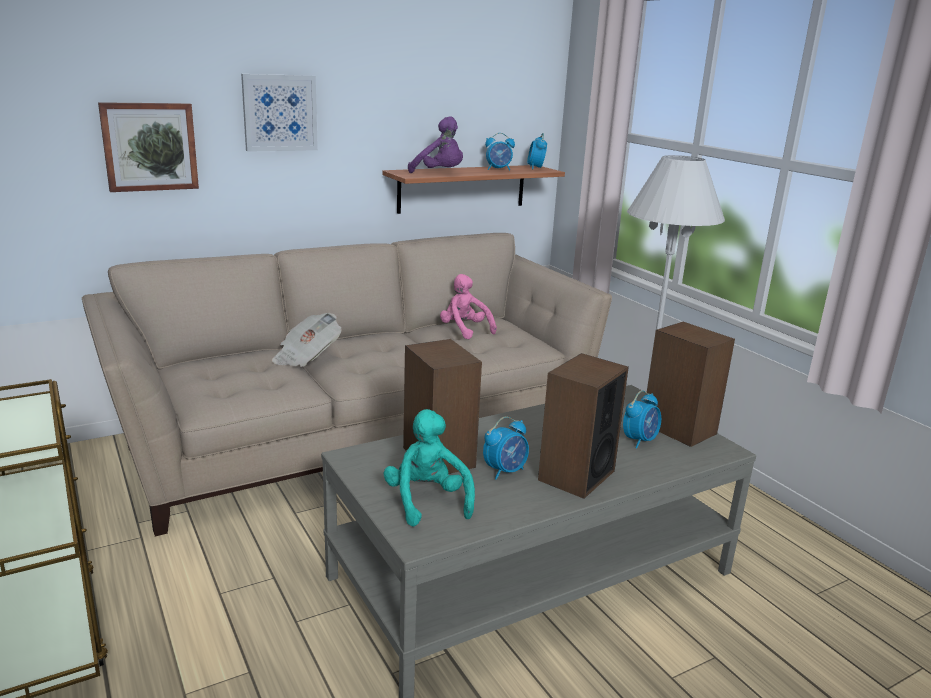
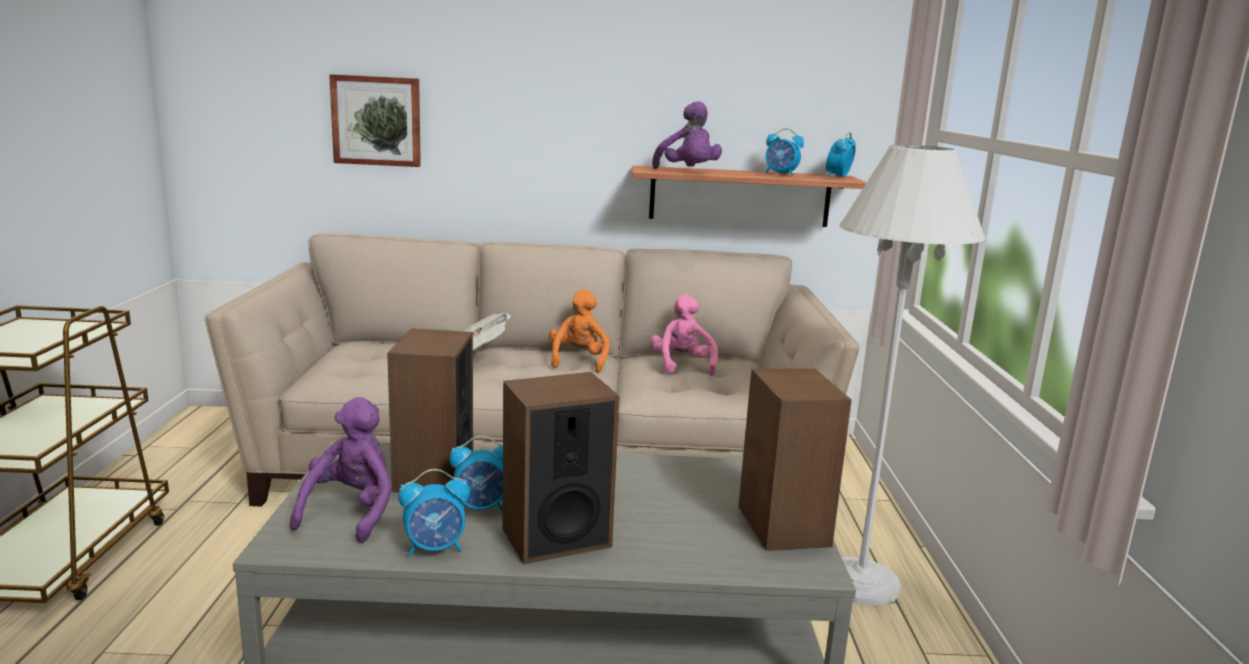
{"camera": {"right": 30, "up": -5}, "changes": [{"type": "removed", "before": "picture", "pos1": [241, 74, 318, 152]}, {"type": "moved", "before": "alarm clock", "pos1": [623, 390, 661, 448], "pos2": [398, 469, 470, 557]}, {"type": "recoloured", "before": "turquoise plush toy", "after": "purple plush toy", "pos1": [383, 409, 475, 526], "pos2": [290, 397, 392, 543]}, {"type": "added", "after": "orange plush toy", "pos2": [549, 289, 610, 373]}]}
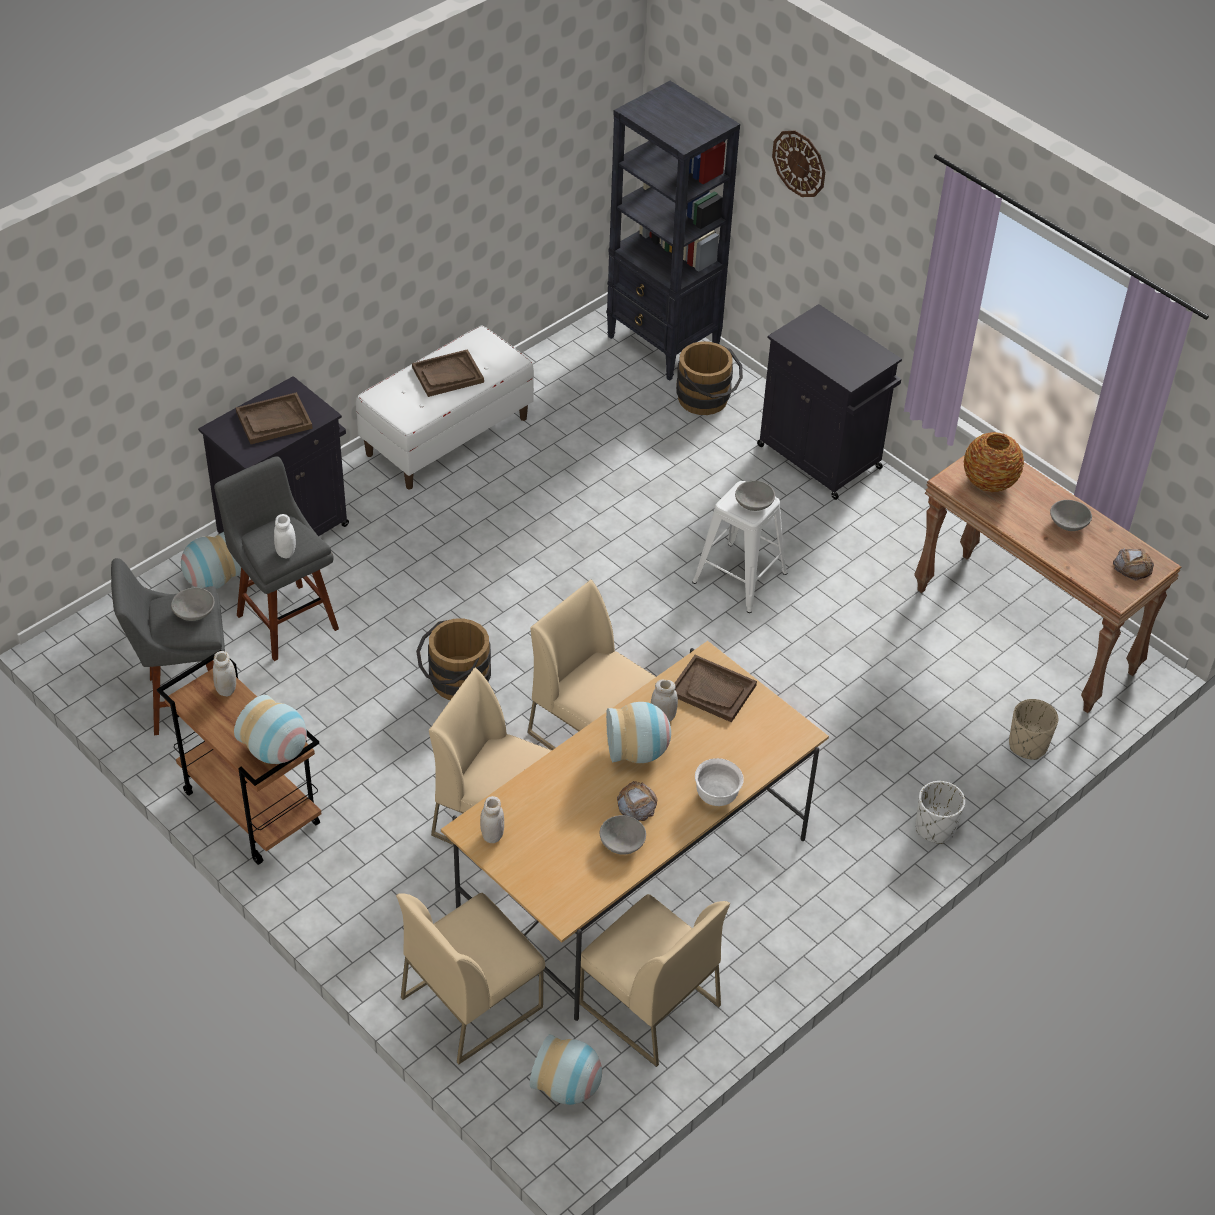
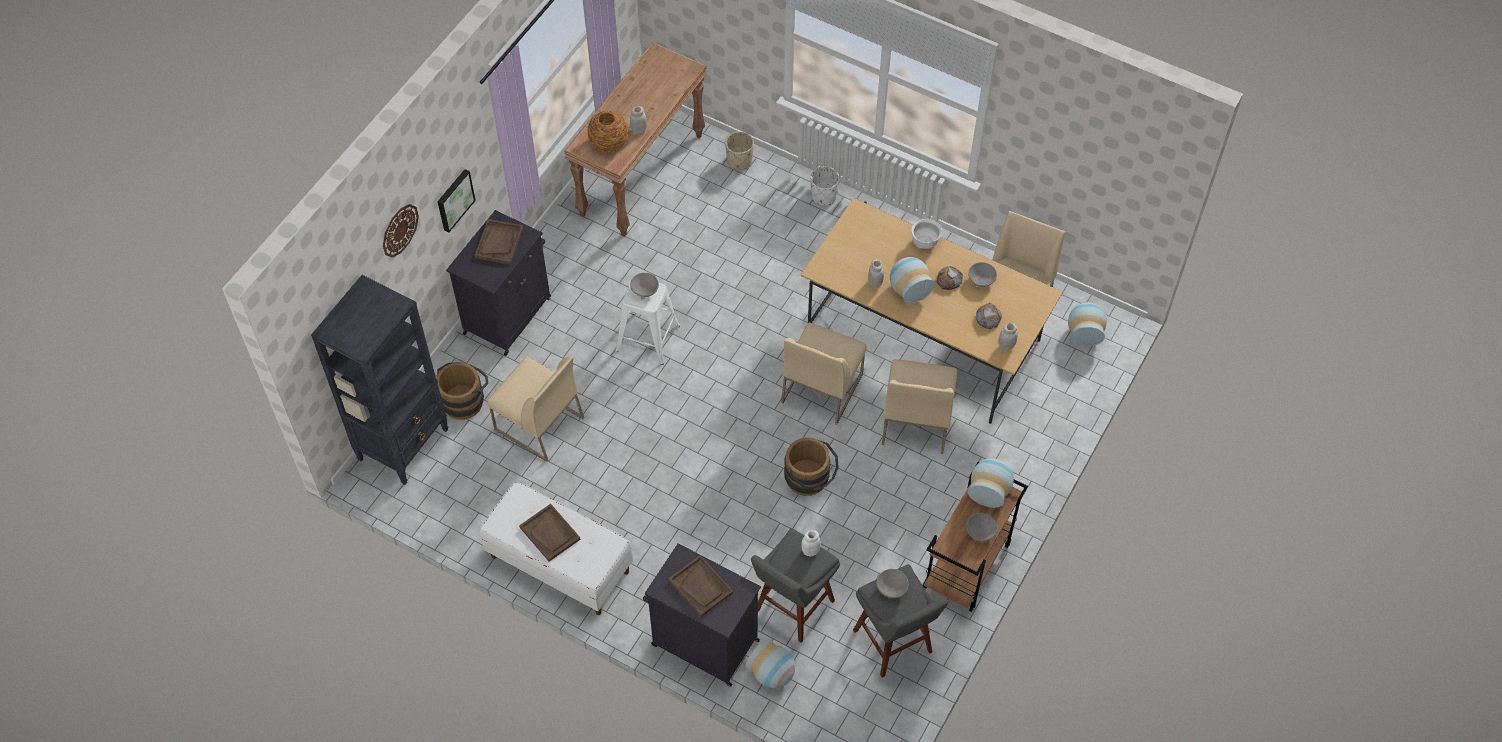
{"camera": {"right": -105, "up": 10}, "changes": [{"type": "moved", "before": "grey bowl", "pos1": [1050, 500, 1092, 531], "pos2": [966, 513, 998, 541]}, {"type": "moved", "before": "bread", "pos1": [1113, 548, 1154, 581], "pos2": [976, 303, 1002, 329]}, {"type": "moved", "before": "white jar", "pos1": [213, 651, 236, 697], "pos2": [630, 106, 647, 134]}, {"type": "moved", "before": "brown tray", "pos1": [675, 655, 757, 722], "pos2": [475, 219, 523, 265]}, {"type": "moved", "before": "beige chair", "pos1": [396, 893, 545, 1064], "pos2": [487, 356, 584, 462]}, {"type": "added", "after": "picture", "pos2": [437, 169, 476, 233]}]}
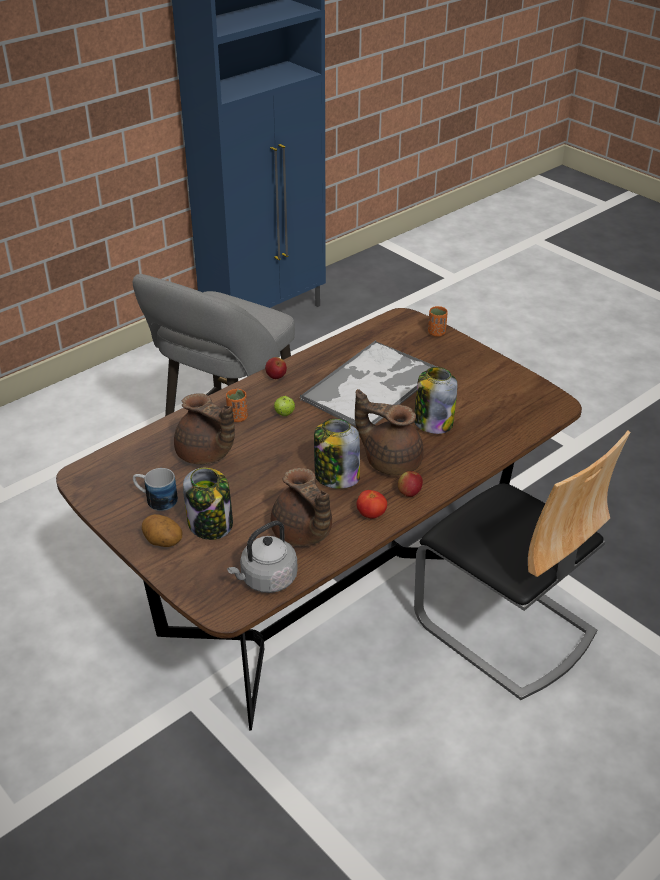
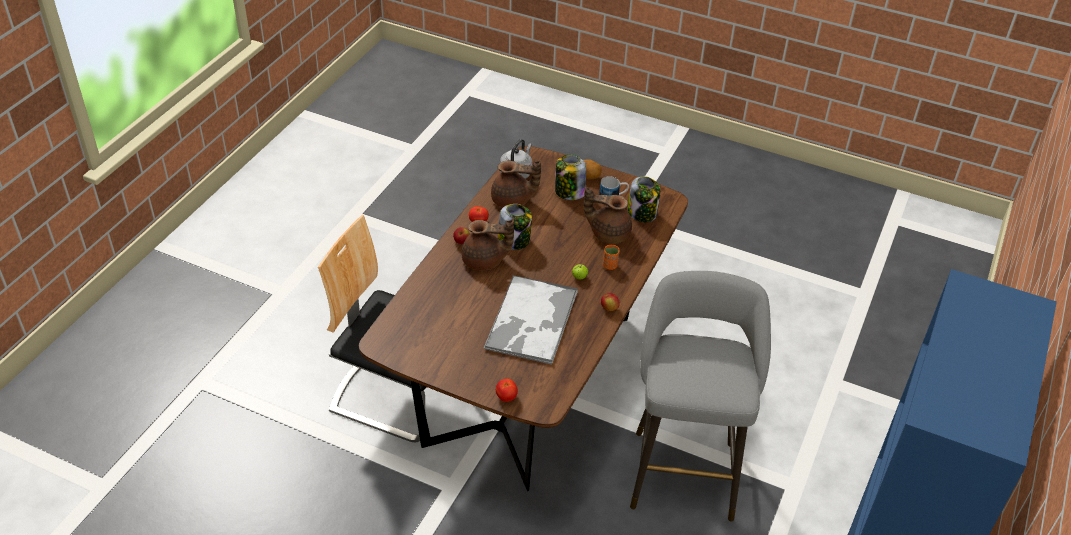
{"camera": {"right": 155, "up": 5}, "changes": [{"type": "replaced", "before": "orange cup", "after": "tomato", "pos1": [428, 306, 448, 337], "pos2": [496, 379, 518, 402]}, {"type": "moved", "before": "jar", "pos1": [414, 367, 458, 434], "pos2": [628, 176, 660, 222]}, {"type": "turned", "before": "brown teapot", "pos1": [271, 468, 332, 546], "pos2": [491, 161, 541, 207], "turn": 150}]}
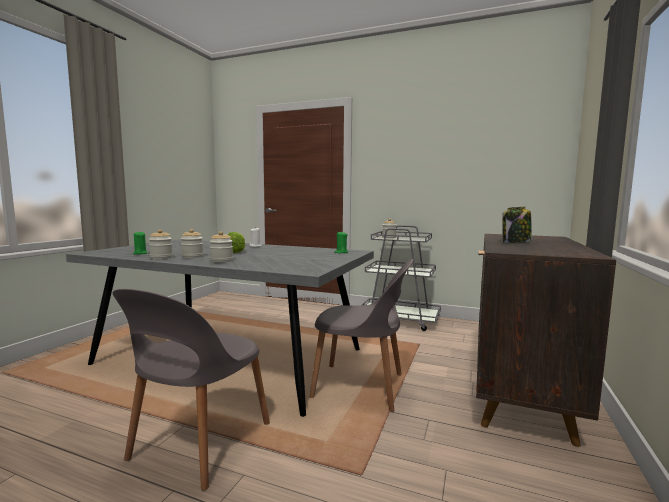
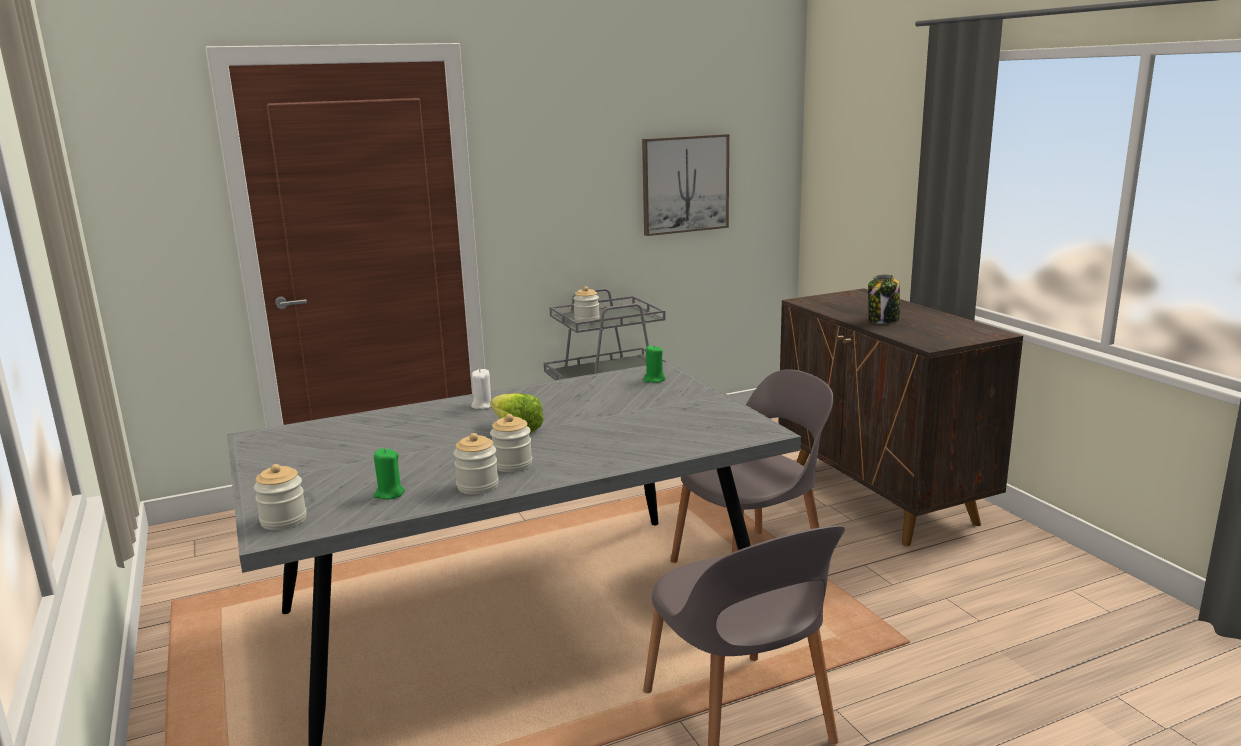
{"camera": {"right": -45, "up": 10}, "changes": [{"type": "moved", "before": "jar", "pos1": [210, 231, 233, 263], "pos2": [254, 464, 307, 530]}, {"type": "added", "after": "picture", "pos2": [642, 134, 729, 236]}]}
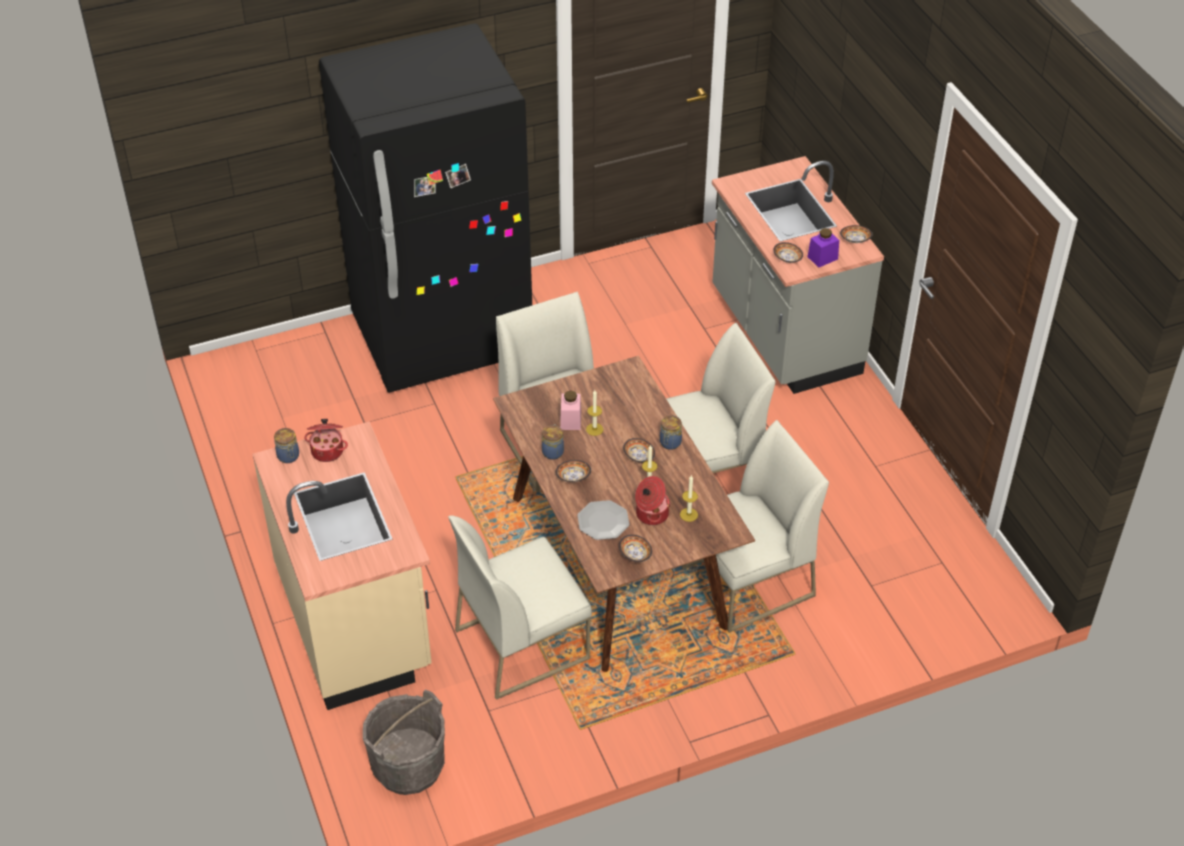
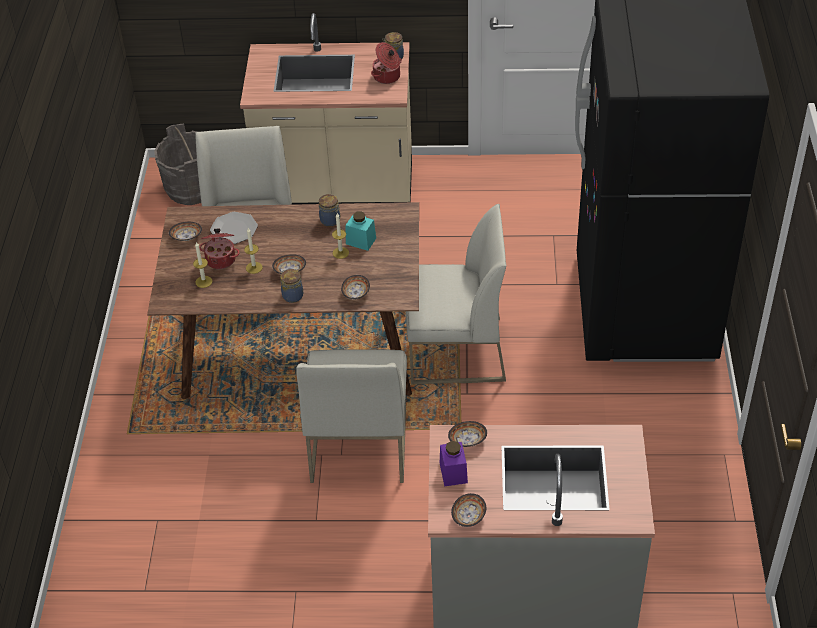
{"camera": {"right": 115, "up": 0}, "changes": [{"type": "recoloured", "before": "pink jar", "after": "turquoise jar", "pos1": [560, 390, 581, 430], "pos2": [345, 212, 376, 251]}, {"type": "removed", "before": "white chair", "pos1": [682, 420, 829, 633]}, {"type": "moved", "before": "bowl", "pos1": [555, 460, 591, 482], "pos2": [341, 275, 370, 300]}]}
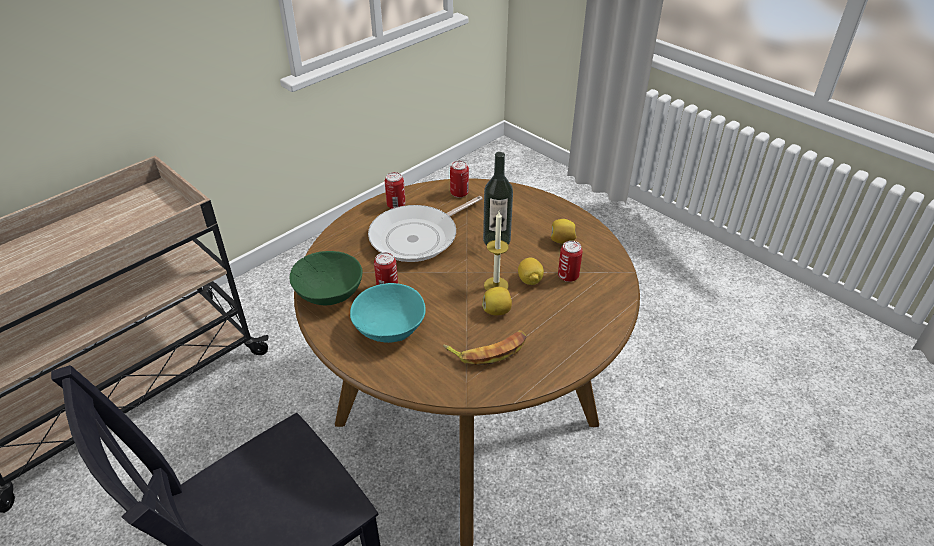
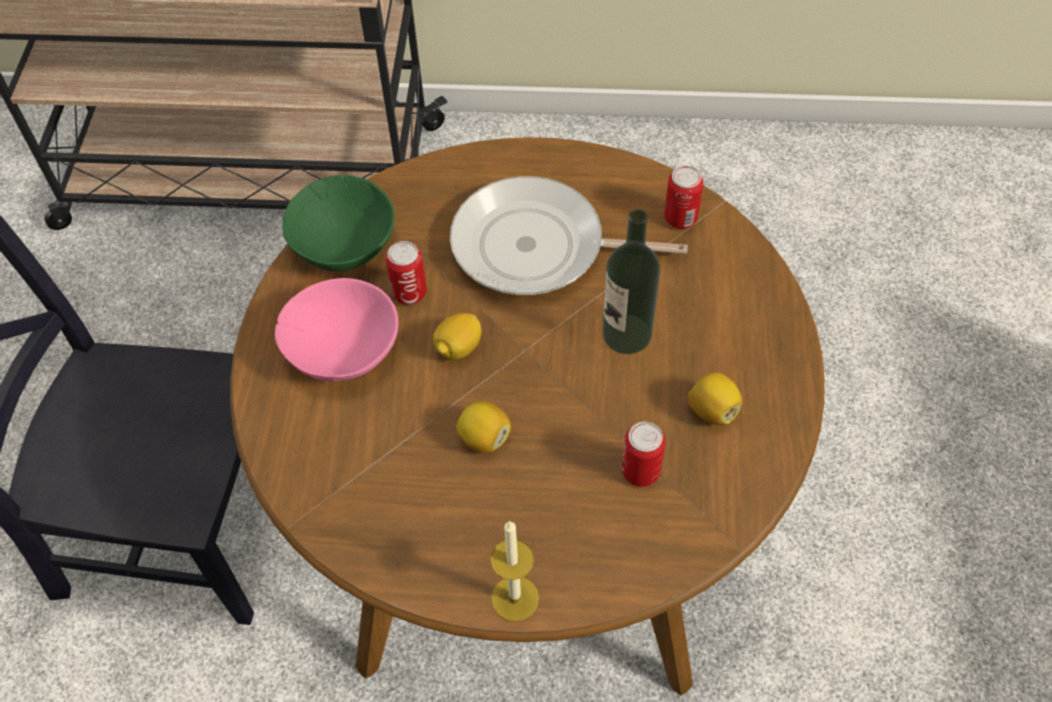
{"camera": {"right": 50, "up": 15}, "changes": [{"type": "removed", "before": "can", "pos1": [385, 172, 405, 209]}, {"type": "moved", "before": "candle", "pos1": [484, 212, 509, 290], "pos2": [490, 521, 539, 622]}, {"type": "moved", "before": "lemon", "pos1": [518, 258, 544, 285], "pos2": [433, 313, 482, 359]}, {"type": "recoloured", "before": "turquoise bowl", "after": "pink bowl", "pos1": [350, 283, 426, 343], "pos2": [275, 278, 398, 381]}, {"type": "removed", "before": "banana", "pos1": [443, 330, 526, 365]}]}
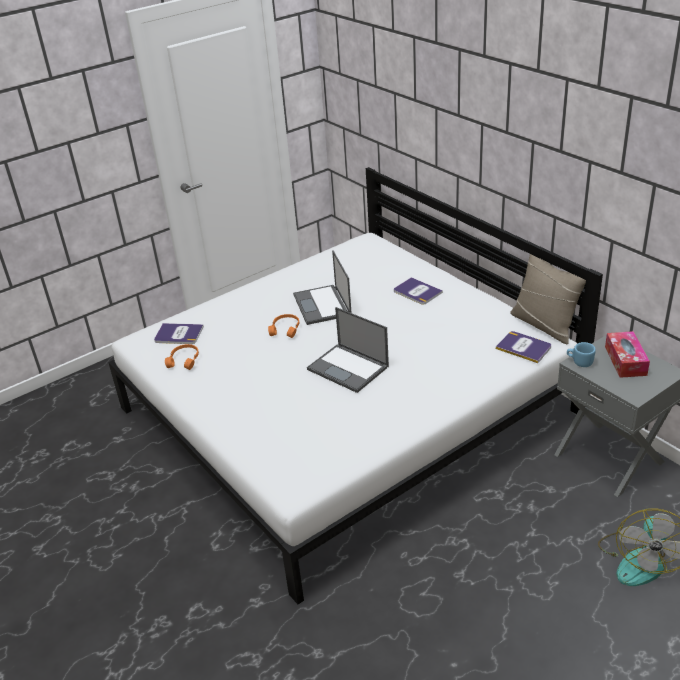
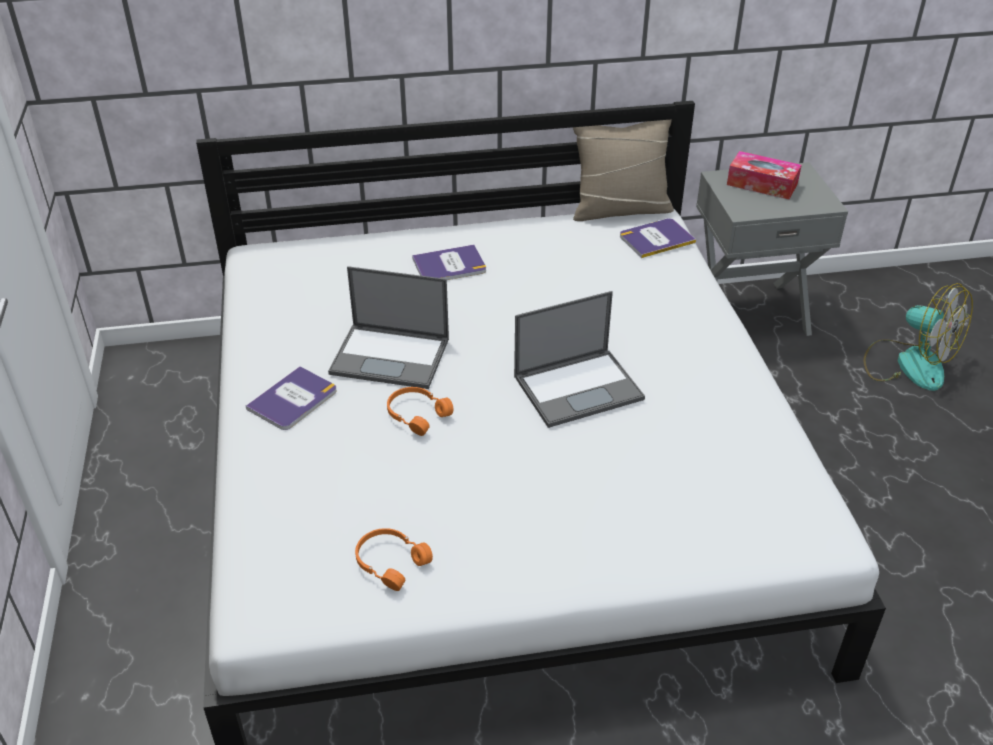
{"camera": {"right": -65, "up": 5}, "changes": [{"type": "moved", "before": "book", "pos1": [154, 323, 204, 344], "pos2": [246, 366, 337, 430]}, {"type": "removed", "before": "blue mug", "pos1": [567, 342, 596, 367]}]}
